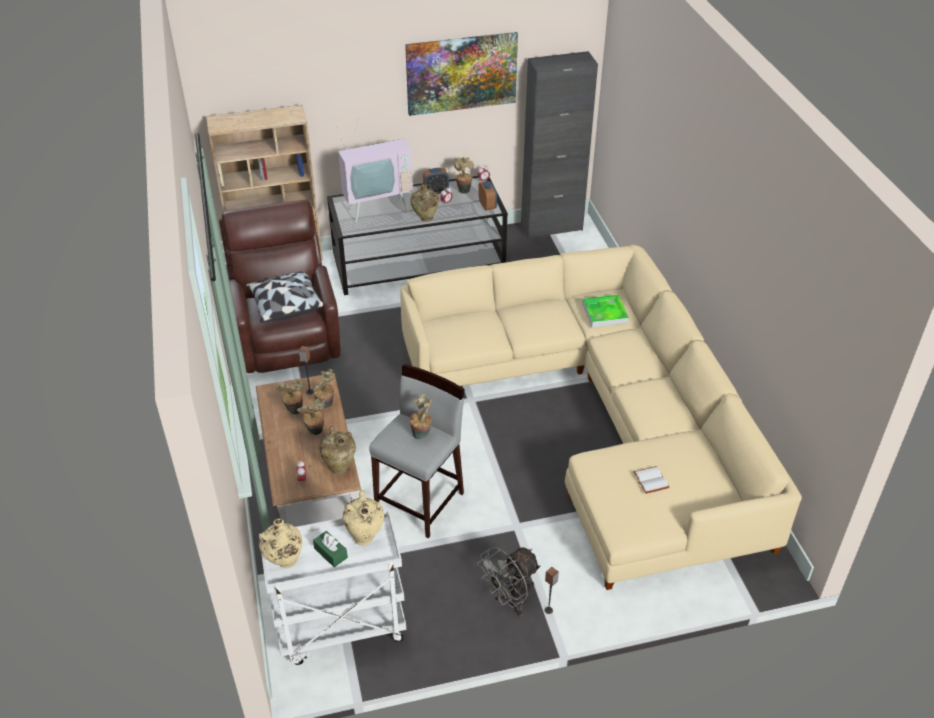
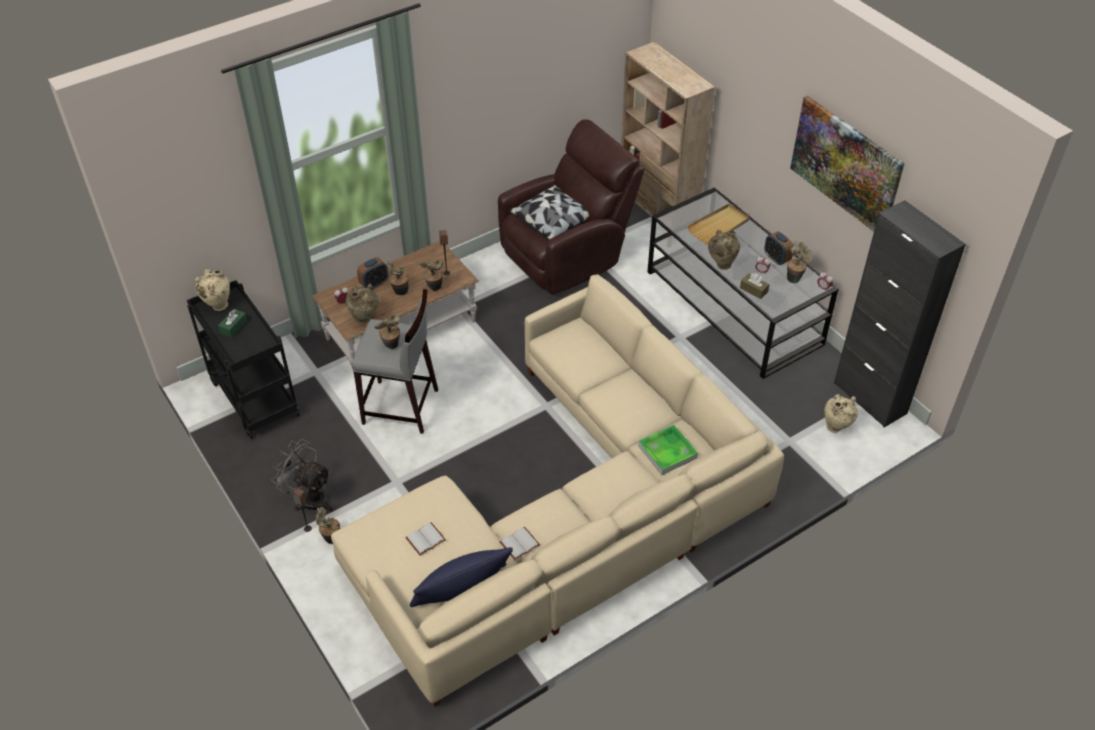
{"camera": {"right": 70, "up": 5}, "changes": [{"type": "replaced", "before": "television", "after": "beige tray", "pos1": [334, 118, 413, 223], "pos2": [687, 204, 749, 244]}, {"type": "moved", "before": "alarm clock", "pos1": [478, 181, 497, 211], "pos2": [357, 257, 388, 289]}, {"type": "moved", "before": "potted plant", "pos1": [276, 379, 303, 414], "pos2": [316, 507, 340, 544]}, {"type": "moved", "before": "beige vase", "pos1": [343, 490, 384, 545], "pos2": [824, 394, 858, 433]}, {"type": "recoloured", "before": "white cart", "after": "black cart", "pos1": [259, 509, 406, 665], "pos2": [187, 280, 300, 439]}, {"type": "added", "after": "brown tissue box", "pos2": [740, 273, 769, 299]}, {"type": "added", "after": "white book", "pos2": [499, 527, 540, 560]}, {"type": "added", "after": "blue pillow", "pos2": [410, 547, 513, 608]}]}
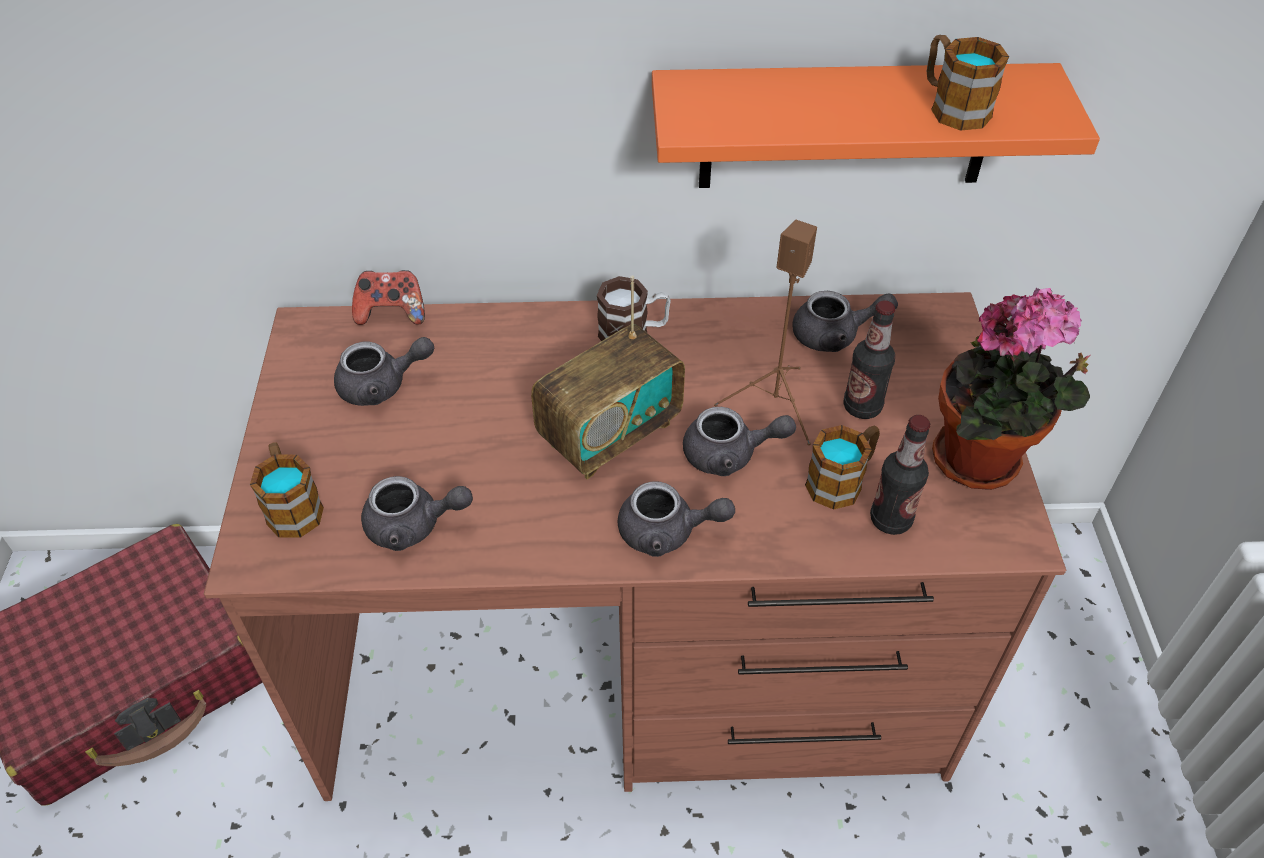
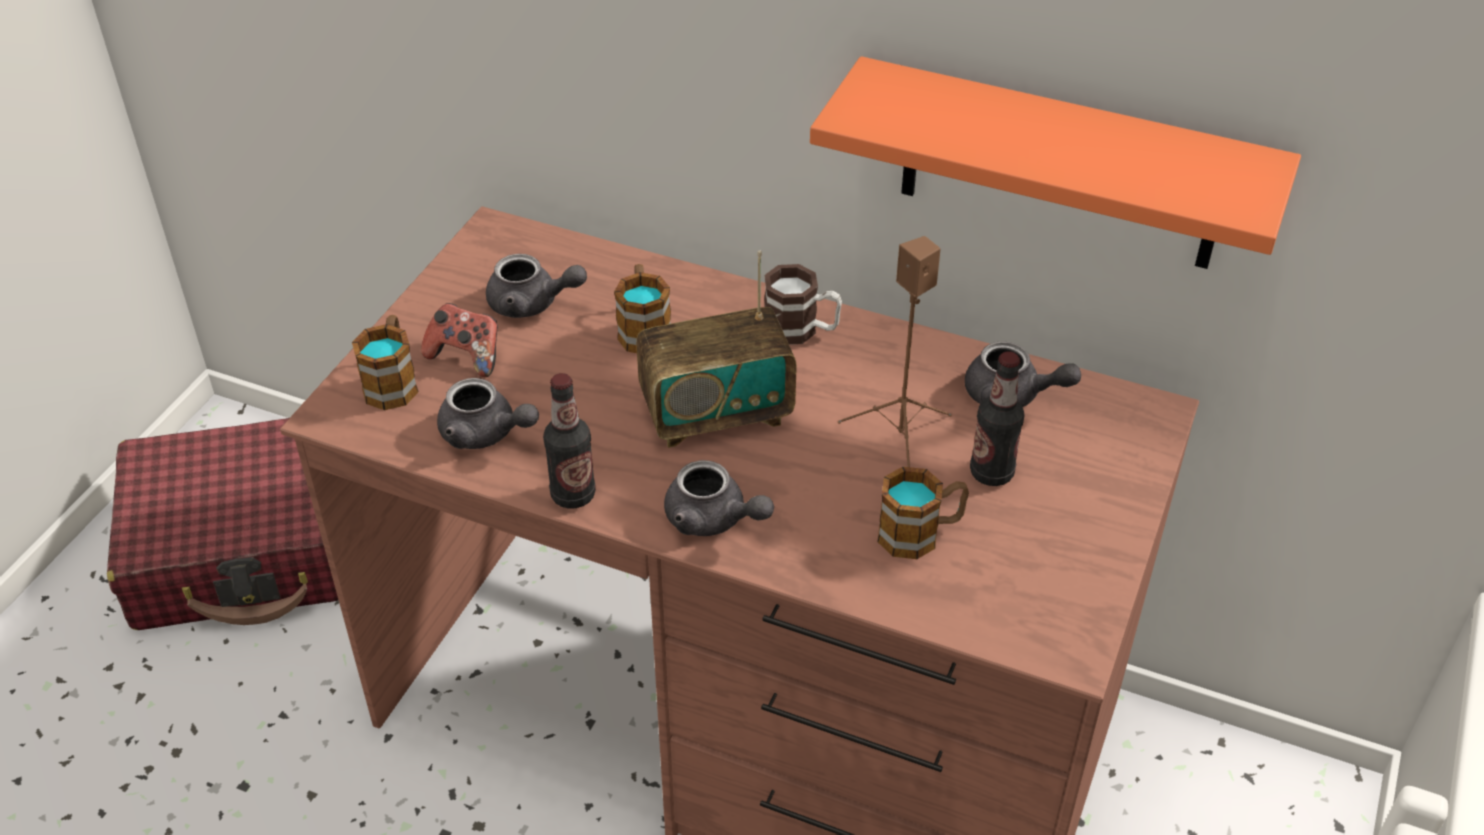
{"camera": {"right": 25, "up": -5}, "changes": [{"type": "moved", "before": "mug", "pos1": [927, 35, 1009, 131], "pos2": [614, 264, 671, 353]}, {"type": "moved", "before": "game controller", "pos1": [352, 270, 425, 325], "pos2": [421, 303, 498, 377]}, {"type": "removed", "before": "potted plant", "pos1": [932, 288, 1090, 490]}, {"type": "removed", "before": "grey teapot", "pos1": [683, 407, 796, 476]}, {"type": "moved", "before": "bottle", "pos1": [870, 415, 930, 535], "pos2": [543, 373, 596, 509]}]}
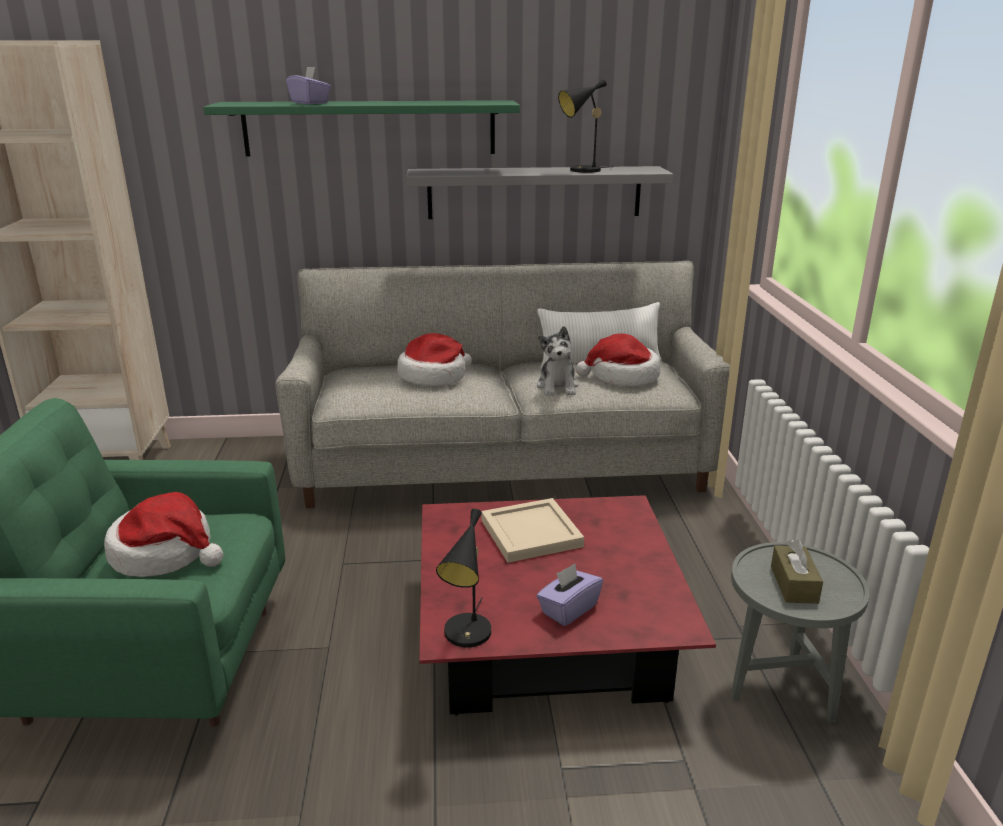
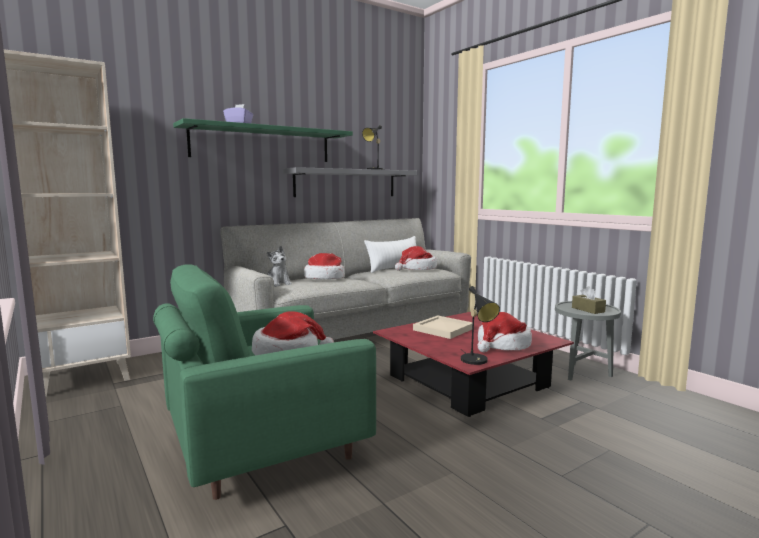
{"camera": {"right": -30, "up": -15}, "changes": [{"type": "moved", "before": "plush toy", "pos1": [537, 326, 578, 396], "pos2": [267, 246, 292, 287]}, {"type": "replaced", "before": "purple tissue box", "after": "hat", "pos1": [537, 563, 603, 626], "pos2": [477, 312, 532, 352]}]}
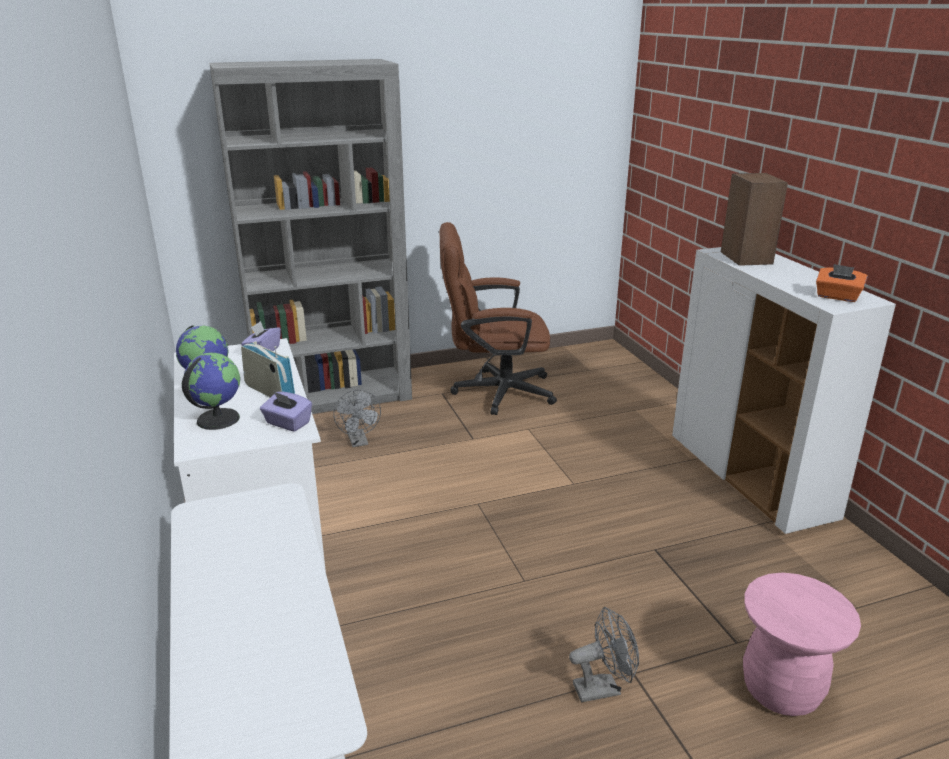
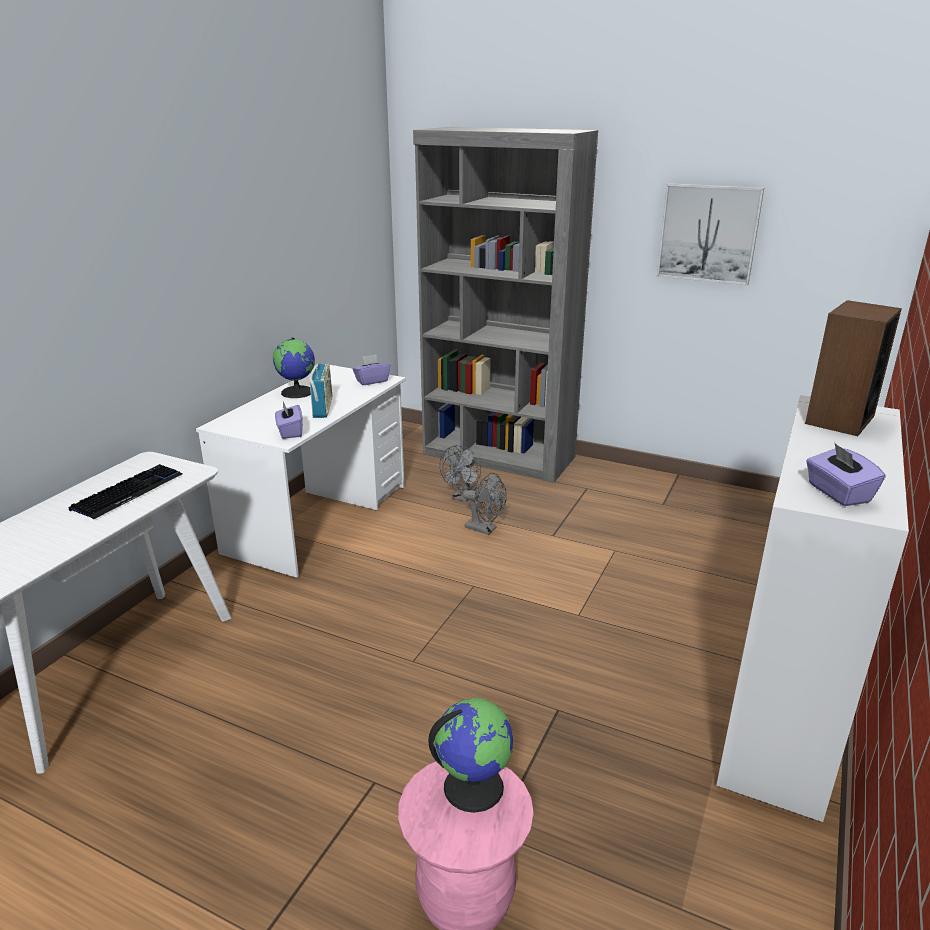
{"camera": {"right": 45, "up": 0}, "changes": [{"type": "removed", "before": "brown office chair", "pos1": [439, 222, 557, 415]}, {"type": "recoloured", "before": "orange tissue box", "after": "purple tissue box", "pos1": [816, 264, 868, 302], "pos2": [806, 442, 885, 506]}, {"type": "moved", "before": "globe", "pos1": [182, 353, 240, 430], "pos2": [428, 698, 513, 813]}, {"type": "moved", "before": "grey fan", "pos1": [569, 607, 639, 702], "pos2": [462, 473, 507, 535]}, {"type": "added", "after": "picture", "pos2": [657, 183, 764, 285]}, {"type": "added", "after": "keyboard", "pos2": [69, 464, 182, 520]}]}
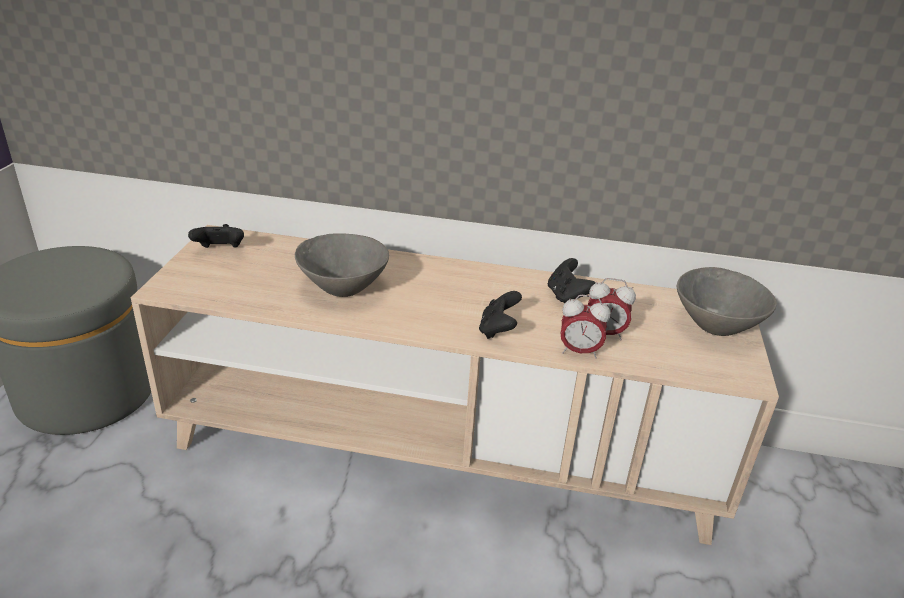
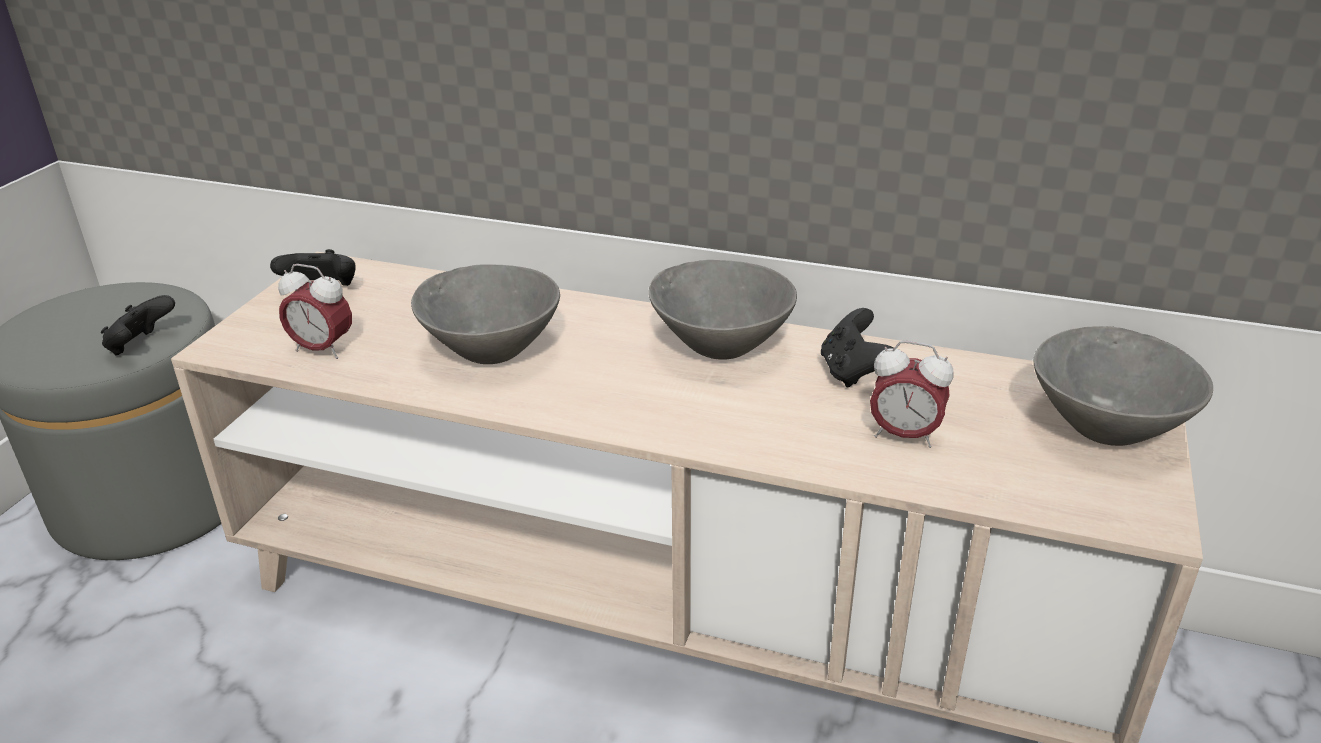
{"camera": {"right": 10, "up": 0}, "changes": [{"type": "moved", "before": "black game controller", "pos1": [479, 291, 522, 339], "pos2": [101, 295, 175, 355]}, {"type": "moved", "before": "alarm clock", "pos1": [560, 295, 611, 359], "pos2": [278, 264, 352, 359]}, {"type": "added", "after": "grey bowl", "pos2": [649, 260, 797, 360]}]}
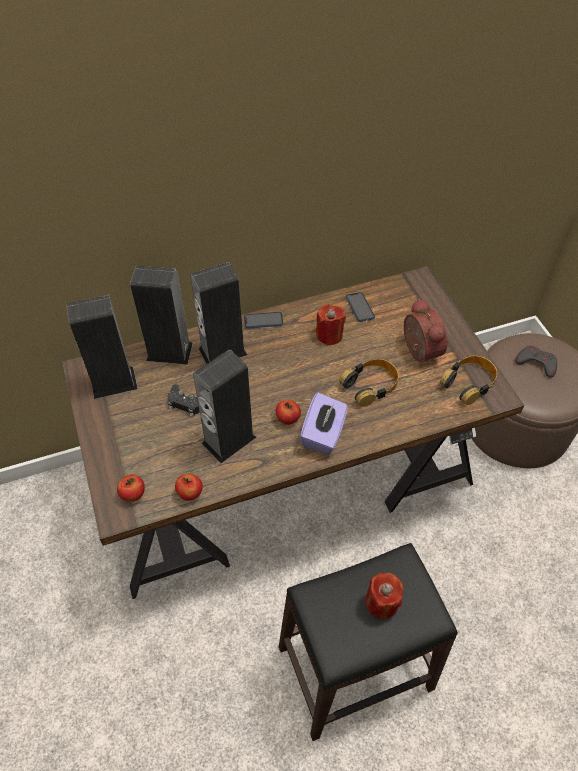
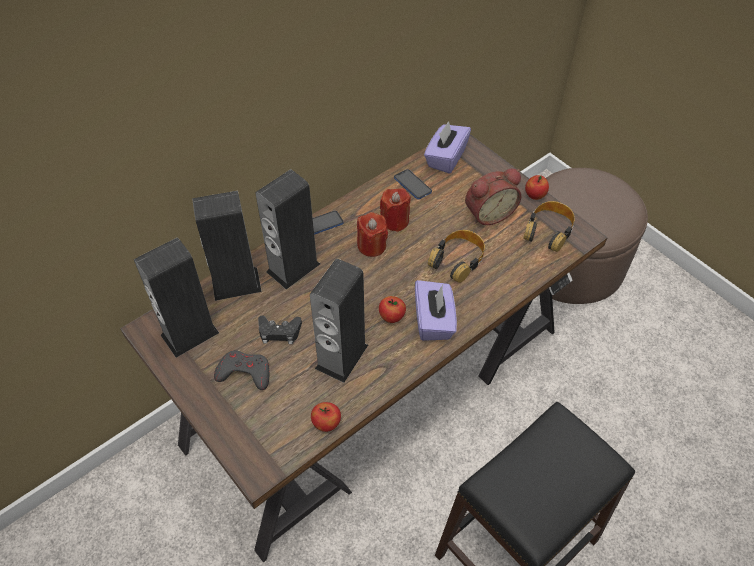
{"camera": {"right": -20, "up": 0}, "changes": [{"type": "turned", "before": "alarm clock", "pos1": [404, 298, 448, 364], "pos2": [465, 168, 521, 225], "turn": 105}, {"type": "moved", "before": "grey game controller", "pos1": [515, 346, 557, 378], "pos2": [214, 350, 269, 390]}, {"type": "moved", "before": "apple", "pos1": [117, 474, 145, 502], "pos2": [525, 175, 549, 200]}, {"type": "moved", "before": "red candle", "pos1": [366, 573, 403, 619], "pos2": [357, 212, 388, 257]}, {"type": "added", "after": "purple tissue box", "pos2": [424, 121, 471, 174]}]}
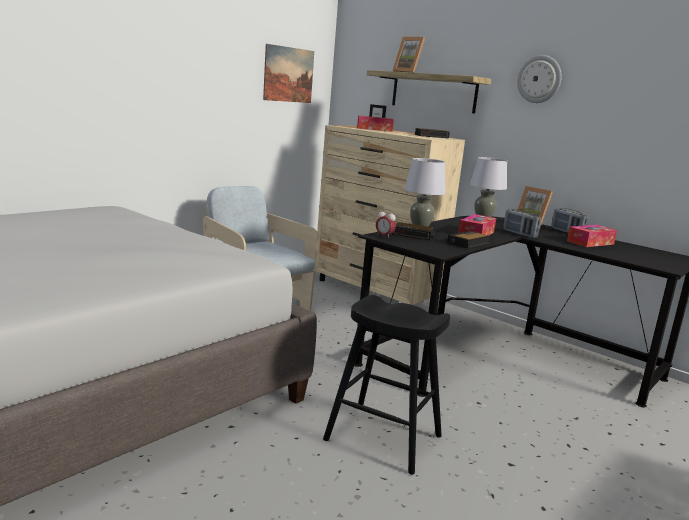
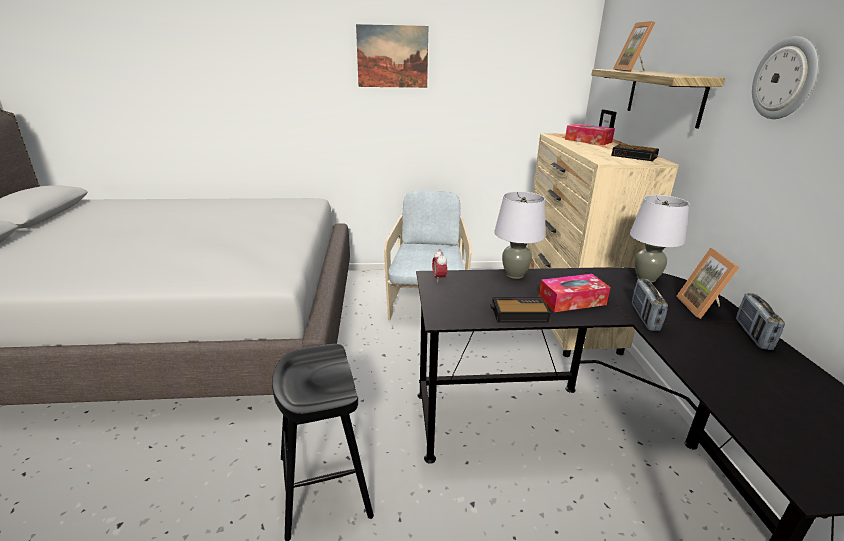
{"camera": {"right": 45, "up": 10}, "changes": [{"type": "moved", "before": "picture", "pos1": [263, 44, 314, 103], "pos2": [356, 24, 428, 88]}, {"type": "removed", "before": "alarm clock", "pos1": [392, 222, 435, 240]}, {"type": "removed", "before": "tissue box", "pos1": [567, 225, 617, 247]}]}
